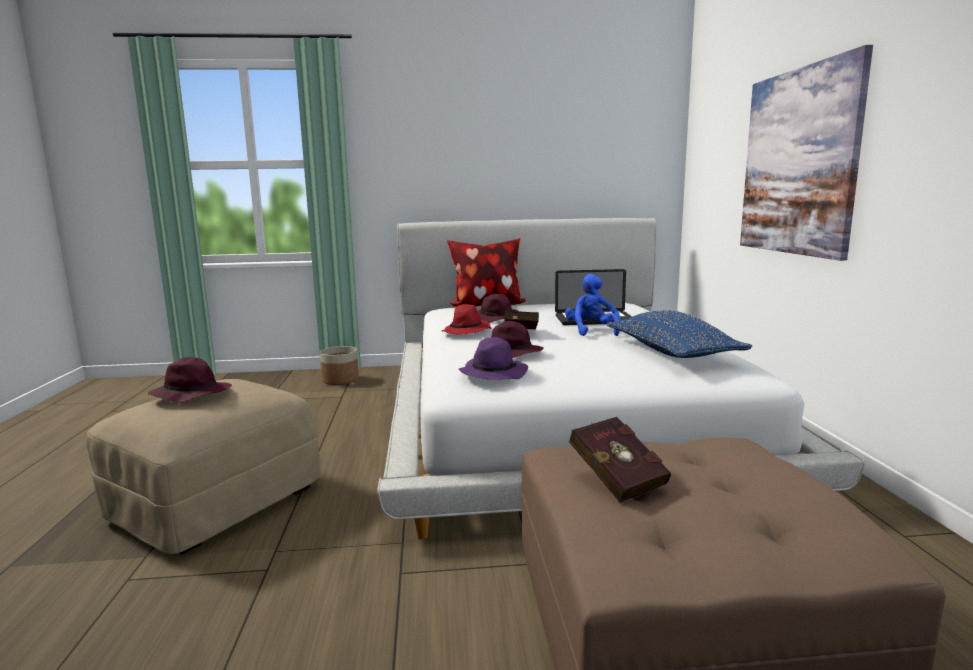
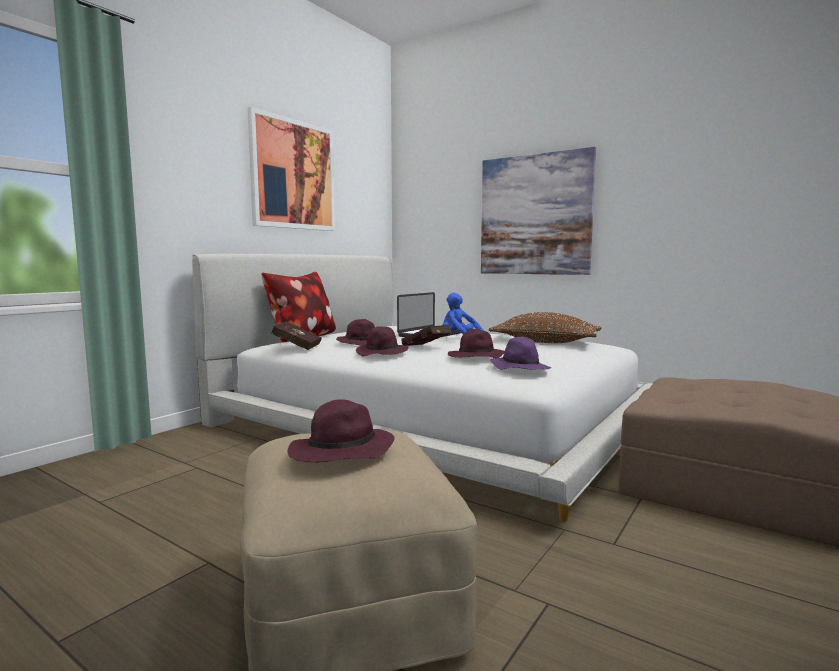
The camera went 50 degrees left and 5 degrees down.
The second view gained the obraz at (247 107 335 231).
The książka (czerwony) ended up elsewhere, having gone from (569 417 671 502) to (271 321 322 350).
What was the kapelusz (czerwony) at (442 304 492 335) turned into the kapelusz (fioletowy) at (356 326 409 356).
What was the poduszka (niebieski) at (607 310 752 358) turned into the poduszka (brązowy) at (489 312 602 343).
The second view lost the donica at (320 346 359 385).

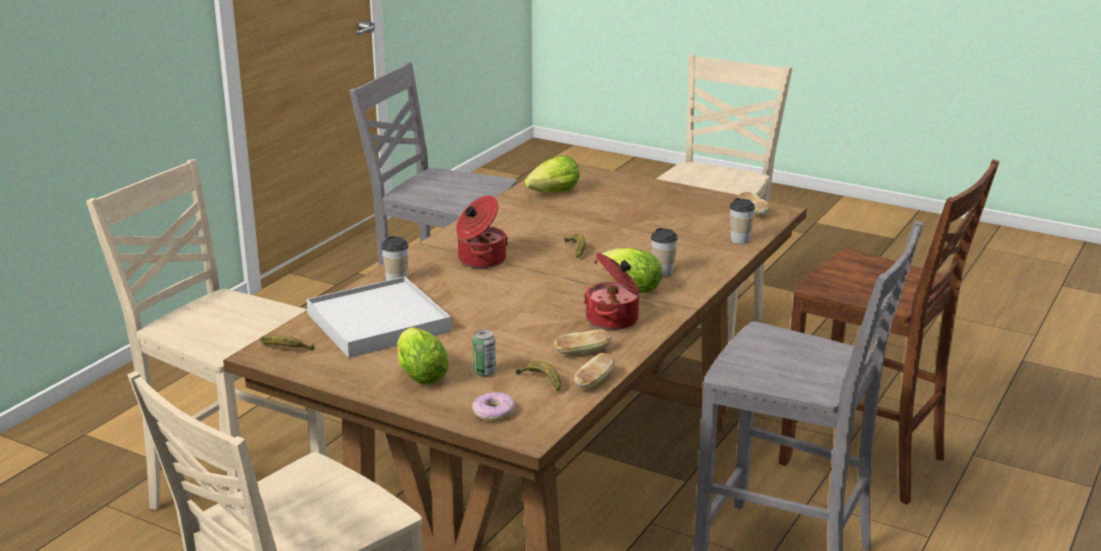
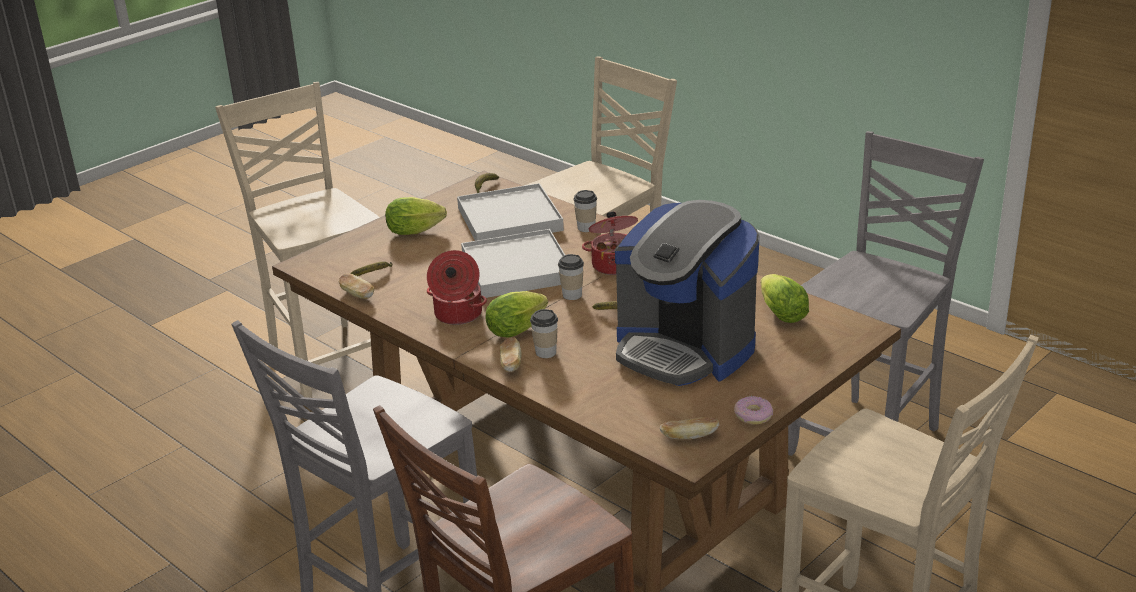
The camera went 105 degrees right and 5 degrees up.
The second view gained the taca (biały) at (461 229 565 298).
The chleb ended up elsewhere, having gone from (554 329 612 355) to (500 337 522 372).
The filiżanka ended up elsewhere, having gone from (729 198 755 244) to (558 254 584 300).
The second view gained the ekspres do kawy at (615 200 759 386).
The donut ended up elsewhere, having gone from (472 392 515 421) to (734 396 773 424).
The second view lost the puszka at (472 330 496 377).

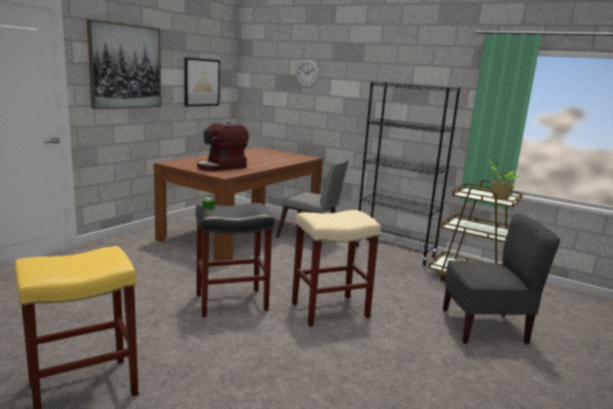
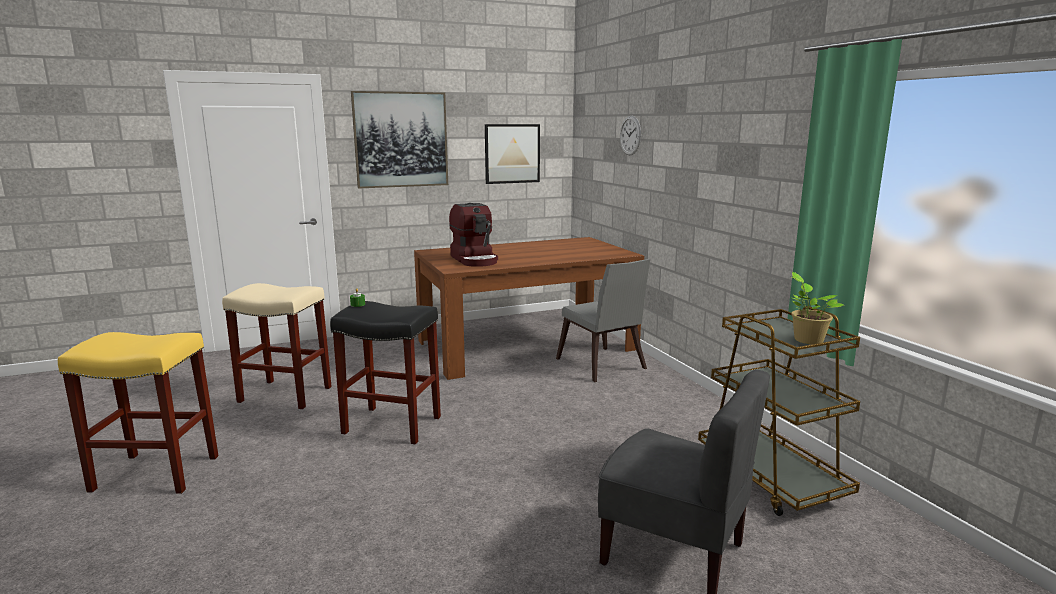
The camera went 35 degrees right and 0 degrees up.
The stołek (beżowy) ended up elsewhere, having gone from (292 210 381 327) to (222 283 332 409).
The ekspres do kawy at (197 123 249 171) ended up facing another way, 105 degrees counterclockwise from before.
The second view lost the regał (czarny) at (356 82 460 266).

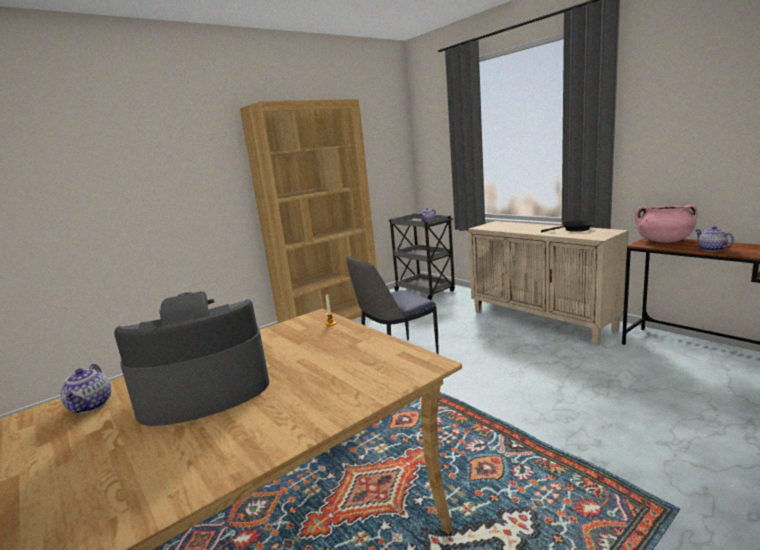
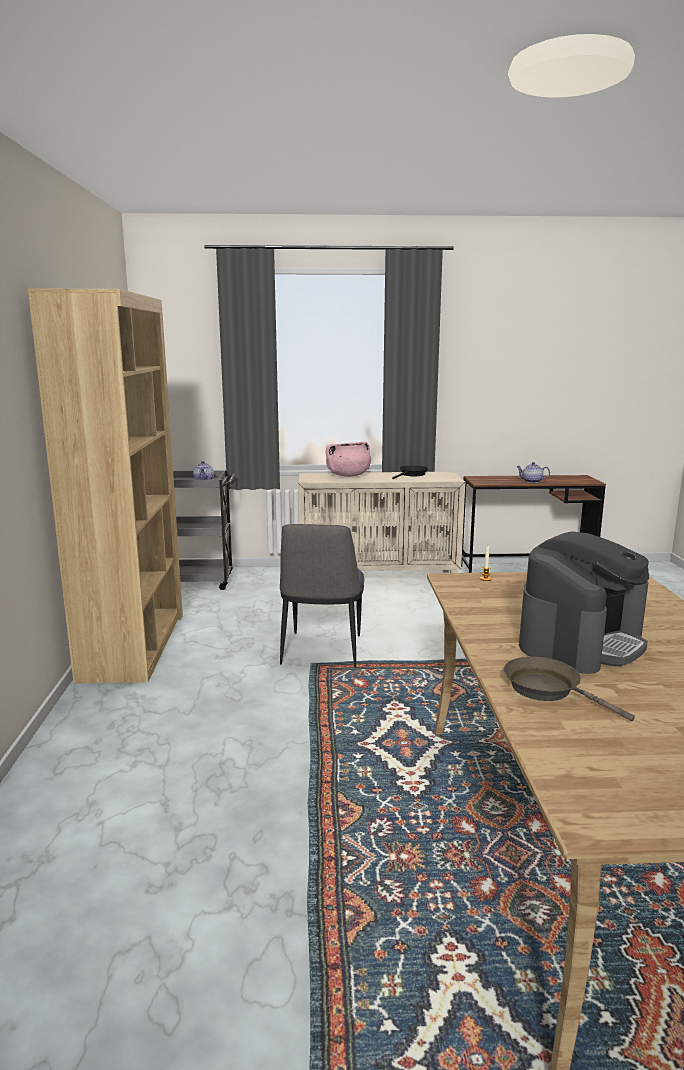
The camera went 55 degrees left and 0 degrees up.
The garnek (różowy) ended up elsewhere, having gone from (635 205 698 243) to (326 442 371 477).
Where the imbryk stood at (60 364 111 413), the patelnia (brązowy) came to stand at (504 657 635 721).
The ekspres do kawy at (114 291 269 426) ended up facing another way, 150 degrees counterclockwise from before.

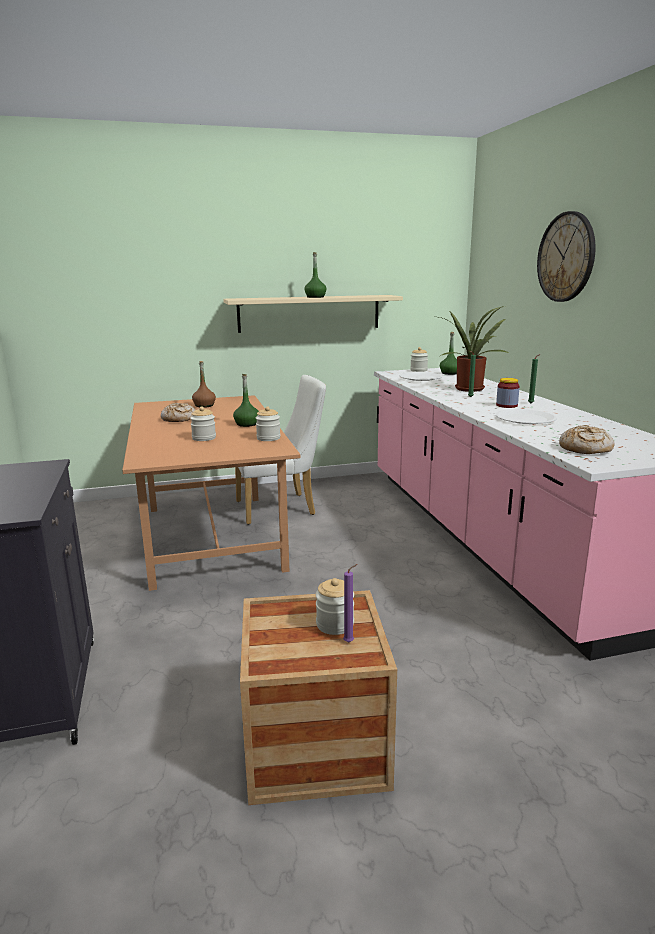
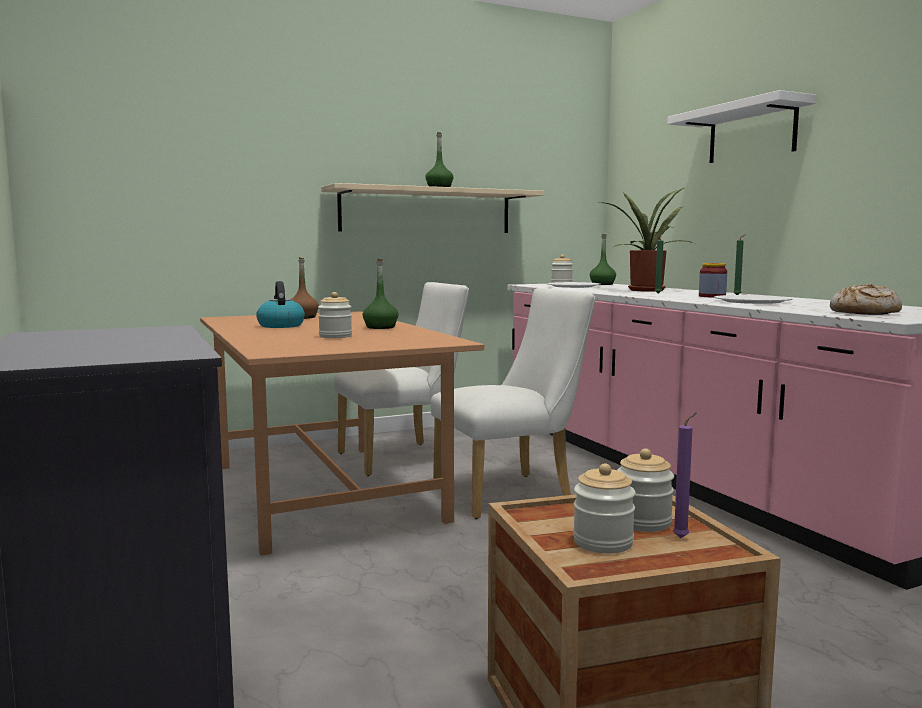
The camera went 10 degrees left and 10 degrees down.
Where the chleb stood at (161 403 195 422), the czajnik came to stand at (256 281 305 328).
The second view gained the krzesło (biały) at (431 288 595 519).
The słoik ended up elsewhere, having gone from (256 406 281 441) to (573 463 636 553).
Where the zegar ścienny hung at (537 211 596 302), the półka (biały) came to hang at (667 90 816 163).

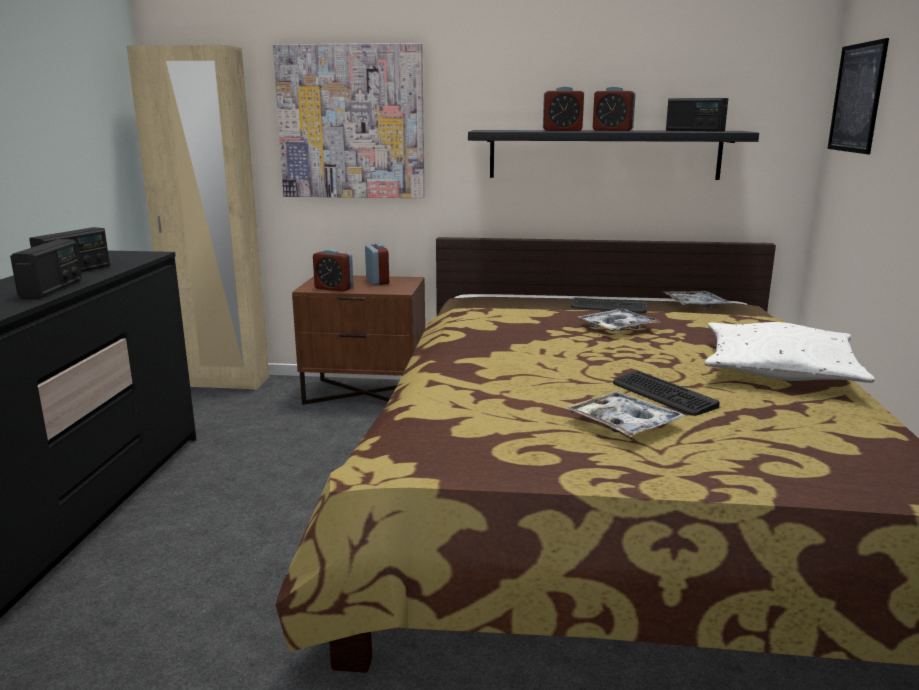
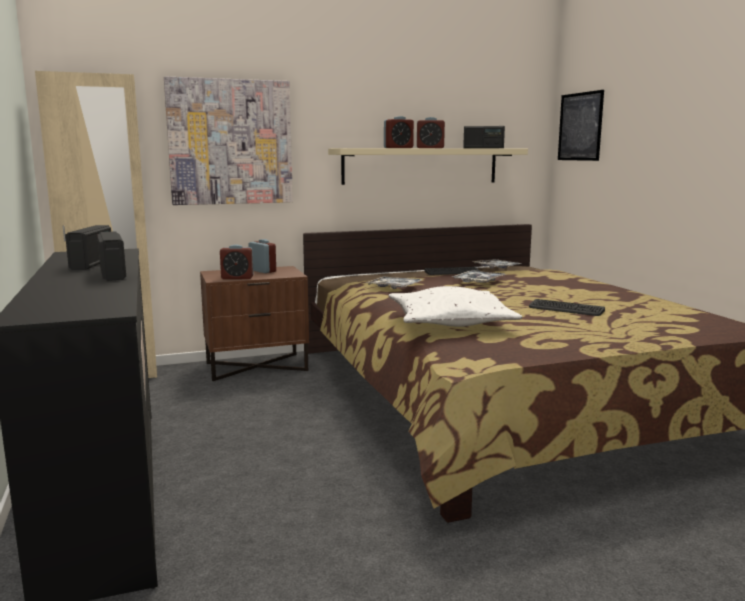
The camera went 25 degrees left and 5 degrees down.
What was the półka (czarny) at (468 130 759 180) turned into the półka (beżowy) at (328 148 528 185).
The taca ended up elsewhere, having gone from (564 391 686 437) to (365 277 422 289).
The poduszka (biały) ended up elsewhere, having gone from (705 322 875 383) to (389 286 522 327).

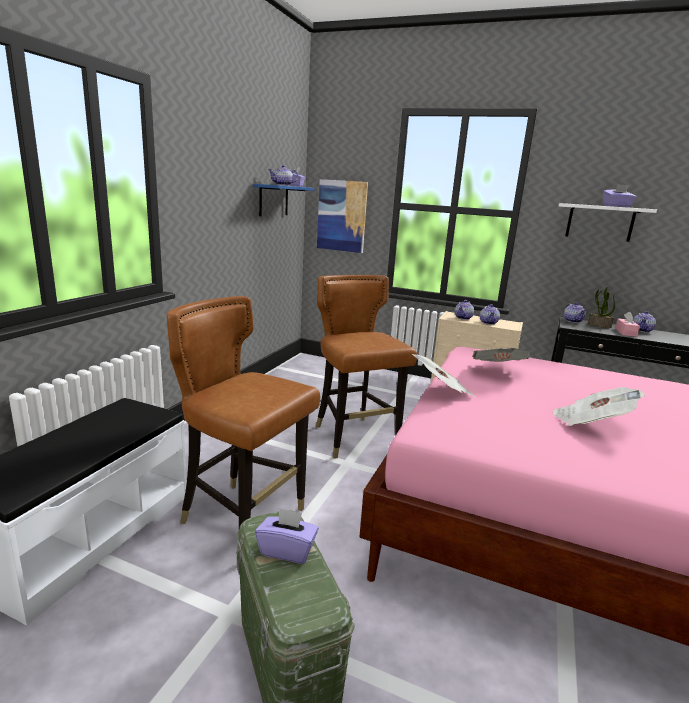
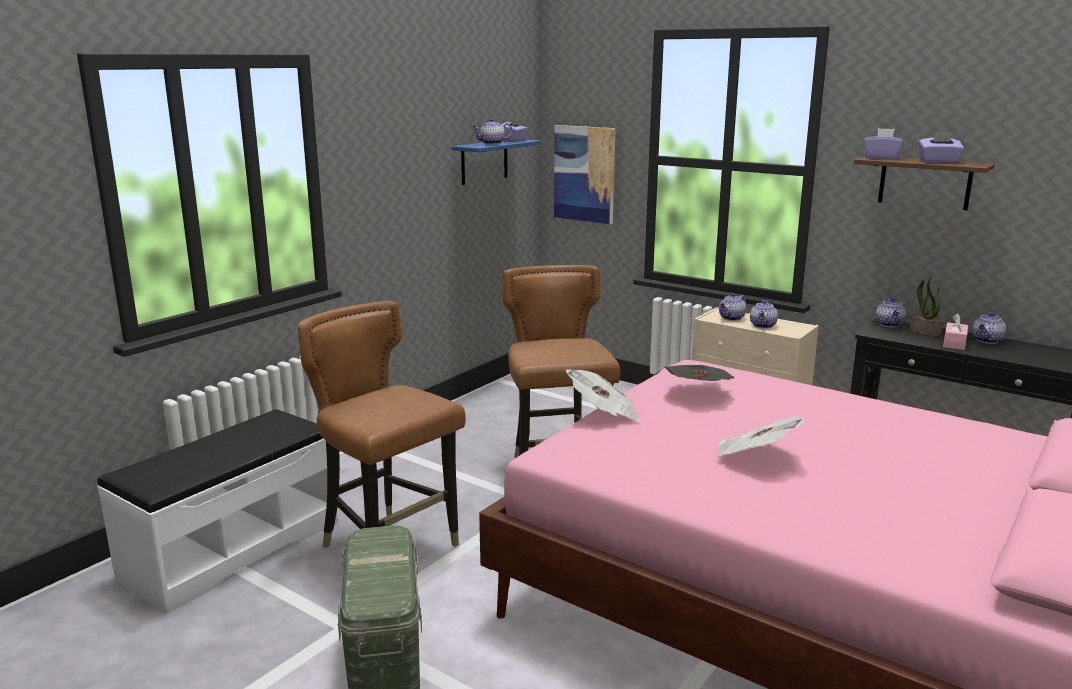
The camera went 15 degrees right and 0 degrees up.
What was the półka (biały) at (559 203 657 242) turned into the półka (brązowy) at (854 156 995 210).
The pudełko chusteczek (fioletowy) ended up elsewhere, having gone from (255 508 319 564) to (863 128 904 160).

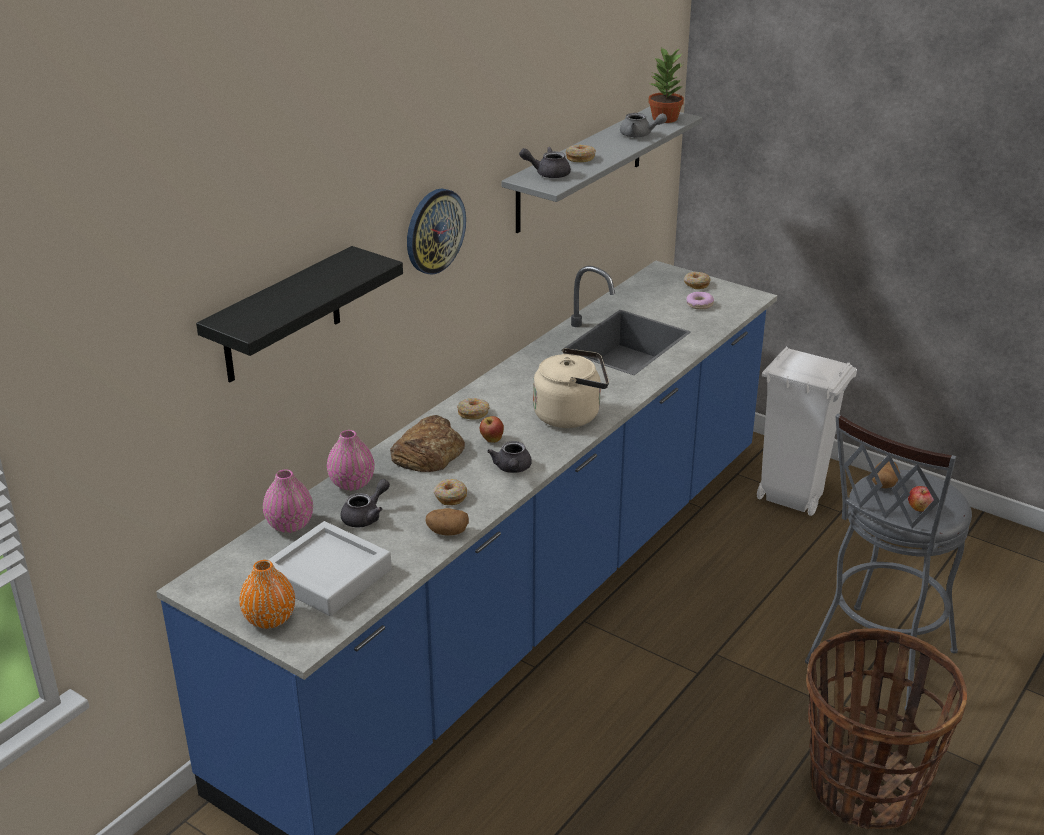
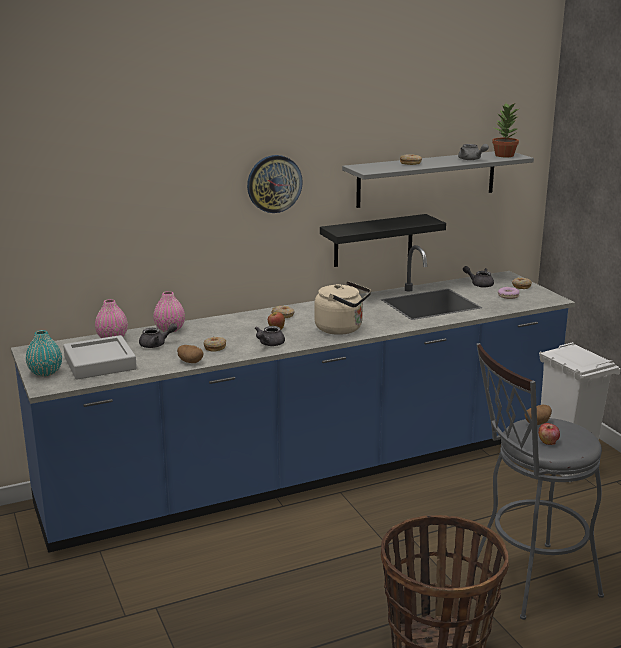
The camera went 30 degrees right and 10 degrees down.
What was the wazon (pomarańczowy) at (239 560 295 629) turned into the wazon (turkusowy) at (26 330 62 376).
The półka (czarny) ended up elsewhere, having gone from (196 246 403 382) to (320 214 446 267).
The imbryk (szary) ended up elsewhere, having gone from (519 147 571 178) to (463 266 494 288).
The second view lost the chleb at (390 415 465 472).

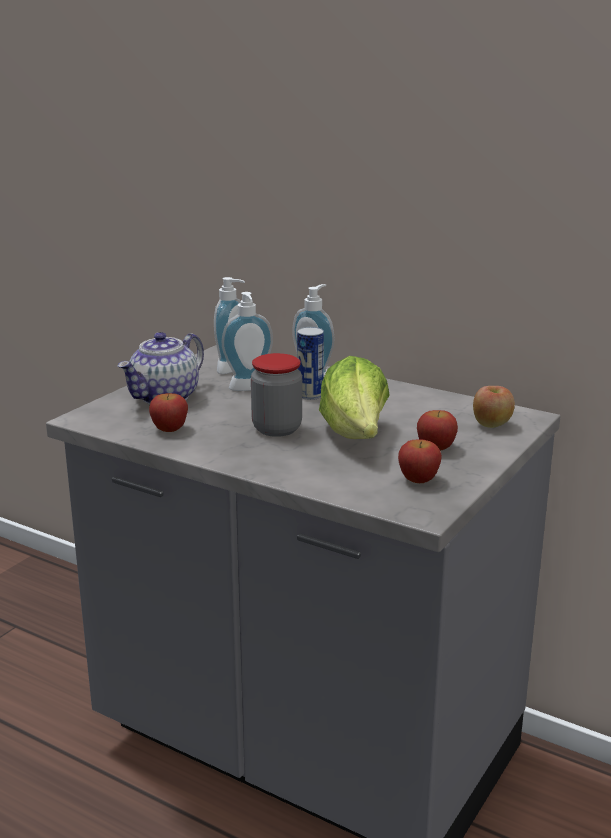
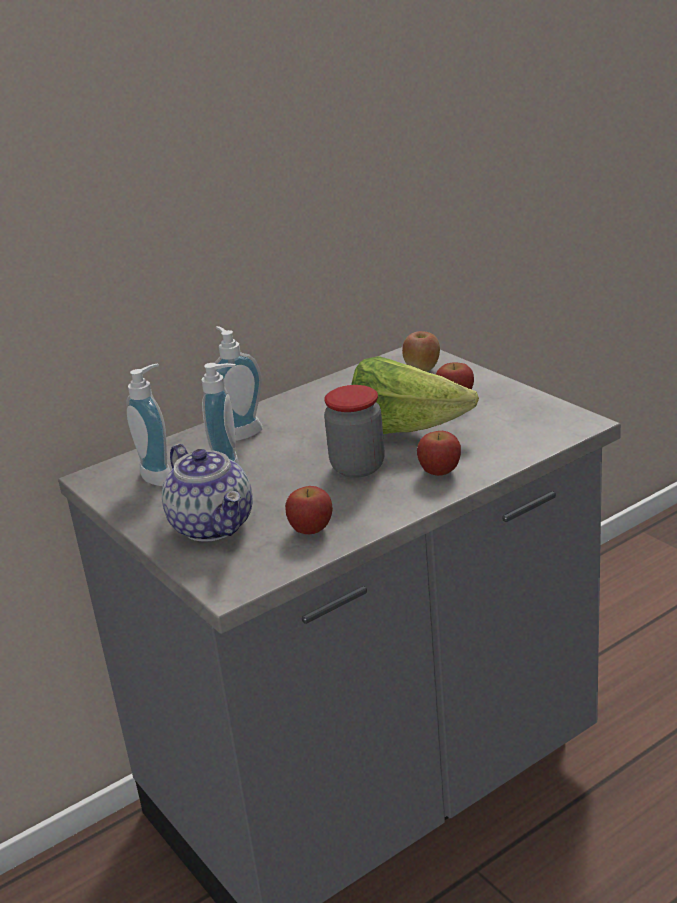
The camera went 65 degrees left and 5 degrees up.
The jabłko ended up elsewhere, having gone from (398 439 442 483) to (417 431 461 476).
The second view lost the puszka at (297 327 324 400).

